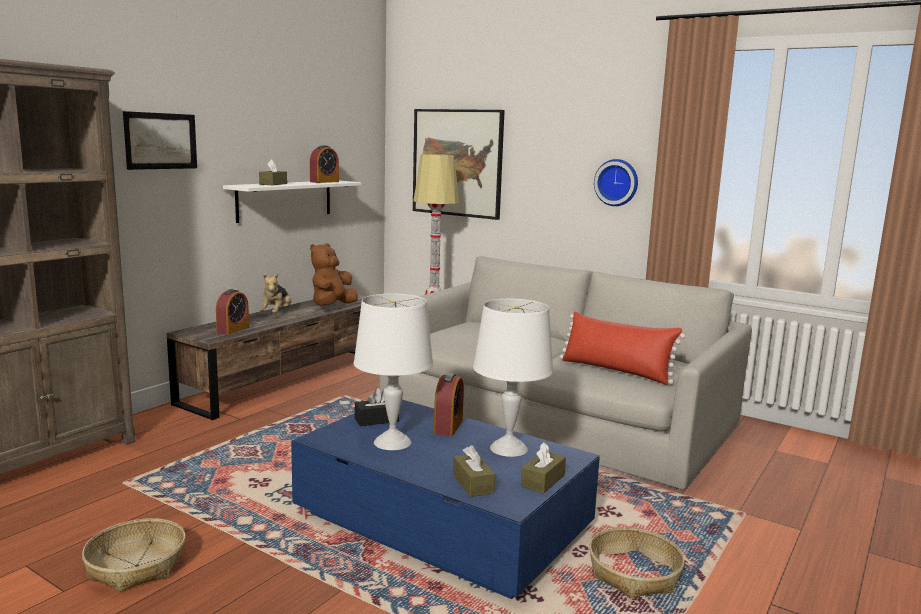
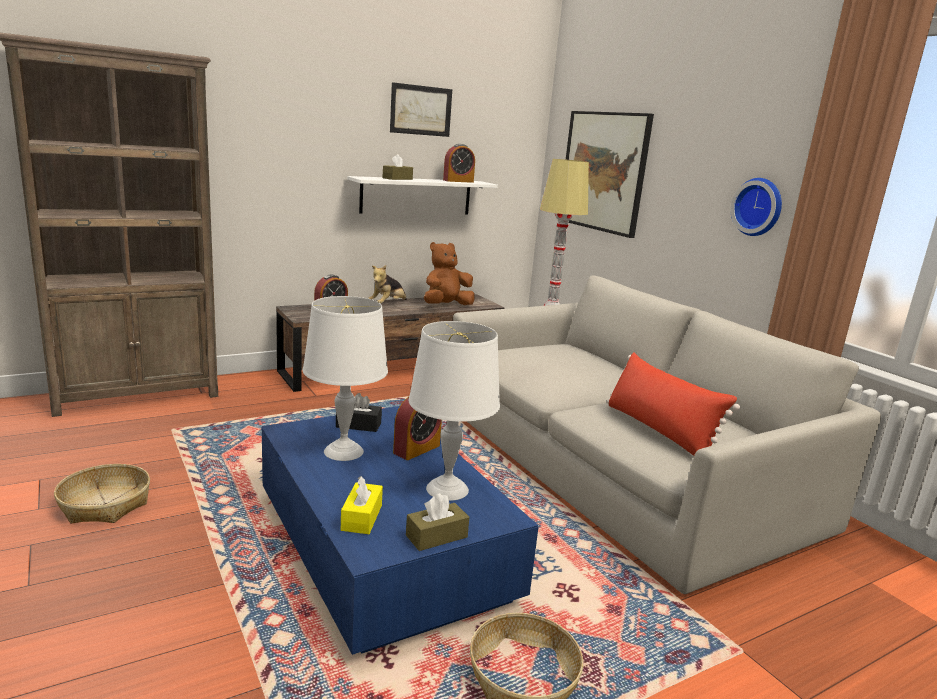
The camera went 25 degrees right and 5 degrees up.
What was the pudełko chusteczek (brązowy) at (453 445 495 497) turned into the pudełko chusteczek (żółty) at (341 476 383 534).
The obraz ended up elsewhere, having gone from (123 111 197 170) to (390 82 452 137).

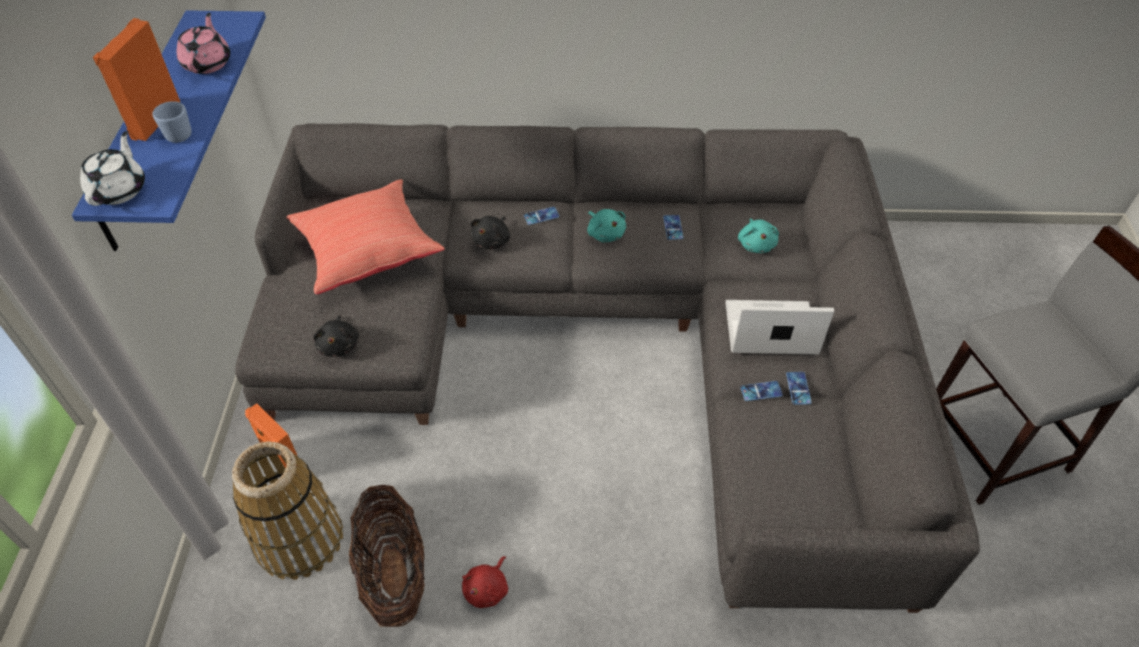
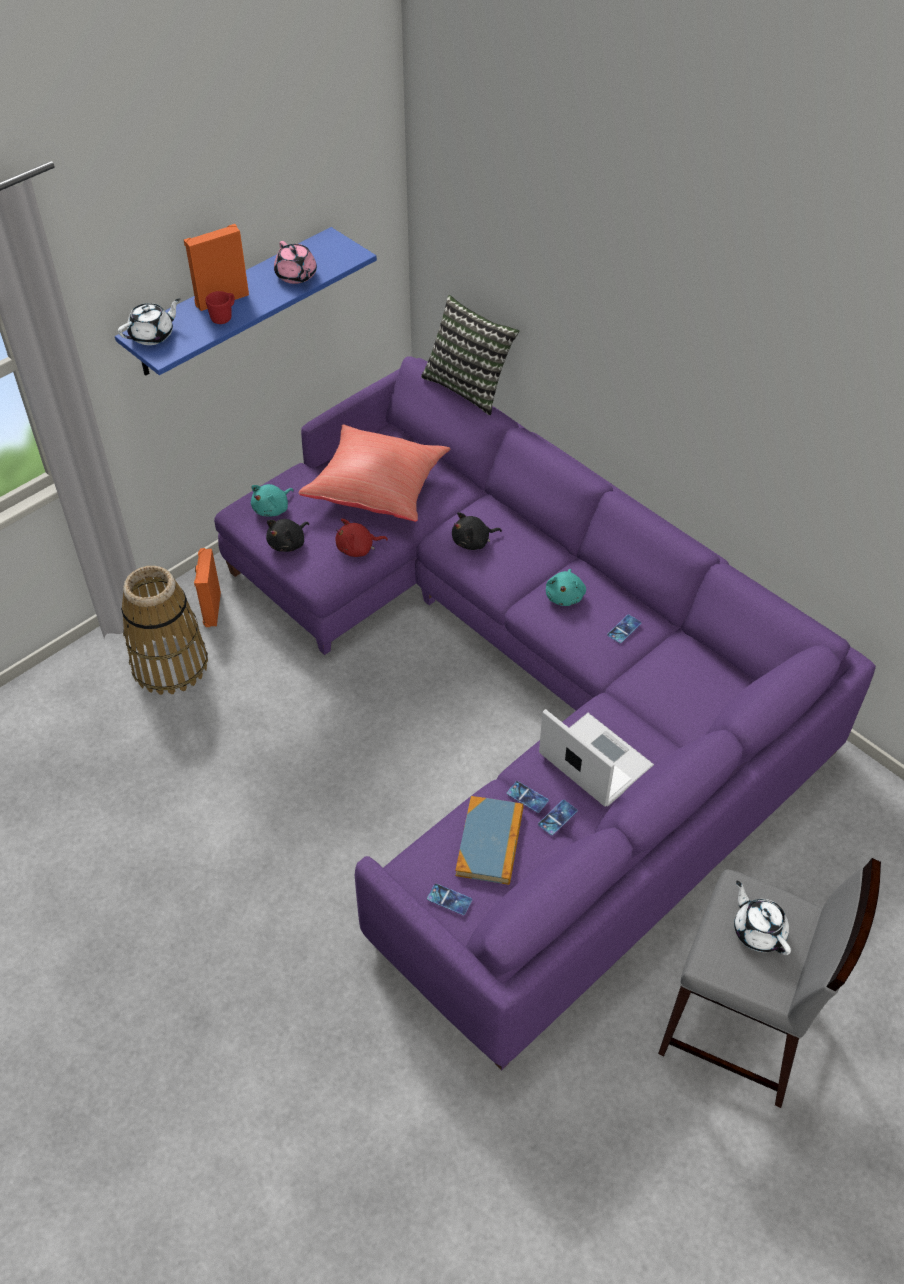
The camera went 45 degrees right and 0 degrees up.
What was the kubek (niebieski) at (152 101 191 143) turned into the kubek (czerwony) at (205 291 235 324).
What was the kanapa (szary) at (235 123 980 613) turned into the kanapa (fioletowy) at (214 357 876 1071).
The pluszak (turkusowy) ended up elsewhere, having gone from (738 218 779 253) to (251 484 294 516).
The imbryk (różowy) at (177 13 230 74) ended up facing another way, 105 degrees clockwise from before.
The pluszak (czerwony) ended up elsewhere, having gone from (462 556 508 608) to (335 519 388 557).
The second view gained the poduszka at (421 295 519 415).
The telefon ended up elsewhere, having gone from (524 207 559 225) to (427 884 472 915).
The second view gained the książka at (455 796 524 885).
The second view gained the imbryk (biały) at (734 880 791 955).
The second view lost the koszyk at (349 485 424 627).

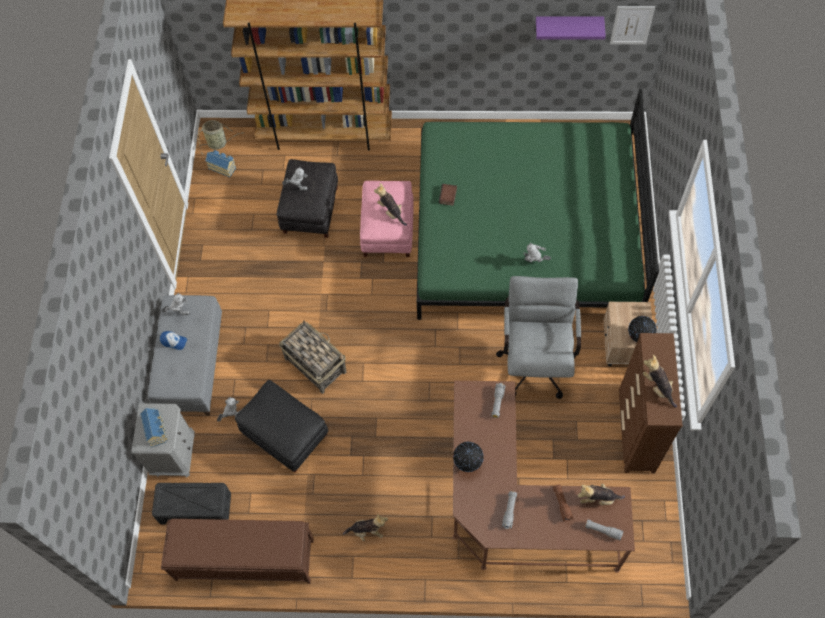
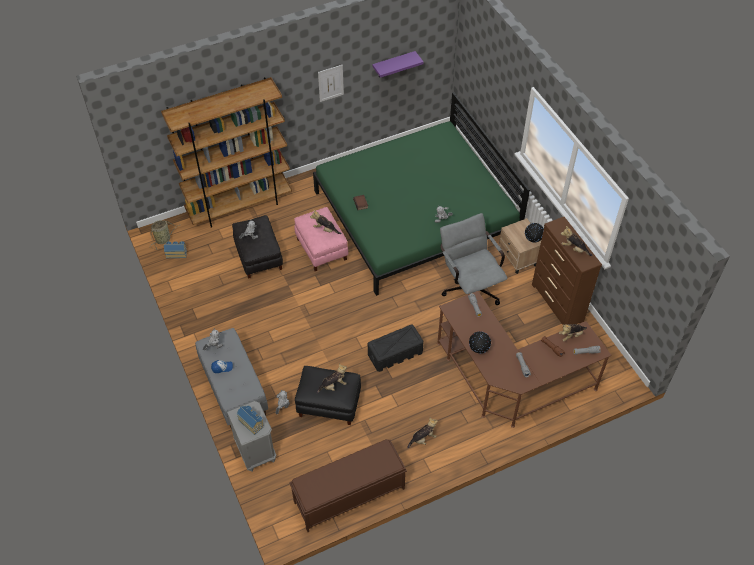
The camera went 30 degrees left and 10 degrees down.
The second view gained the pluszak at (317 363 347 394).
The obraz ended up elsewhere, having gone from (610 6 655 44) to (318 65 344 102).
The pojemnik do przechowywania (czarny) ended up elsewhere, having gone from (152 483 231 524) to (368 325 423 372).
The second view lost the koszyk at (279 320 346 394).

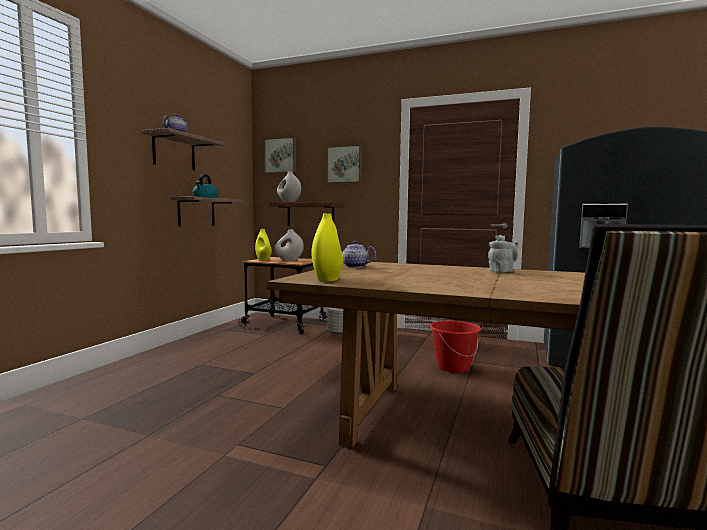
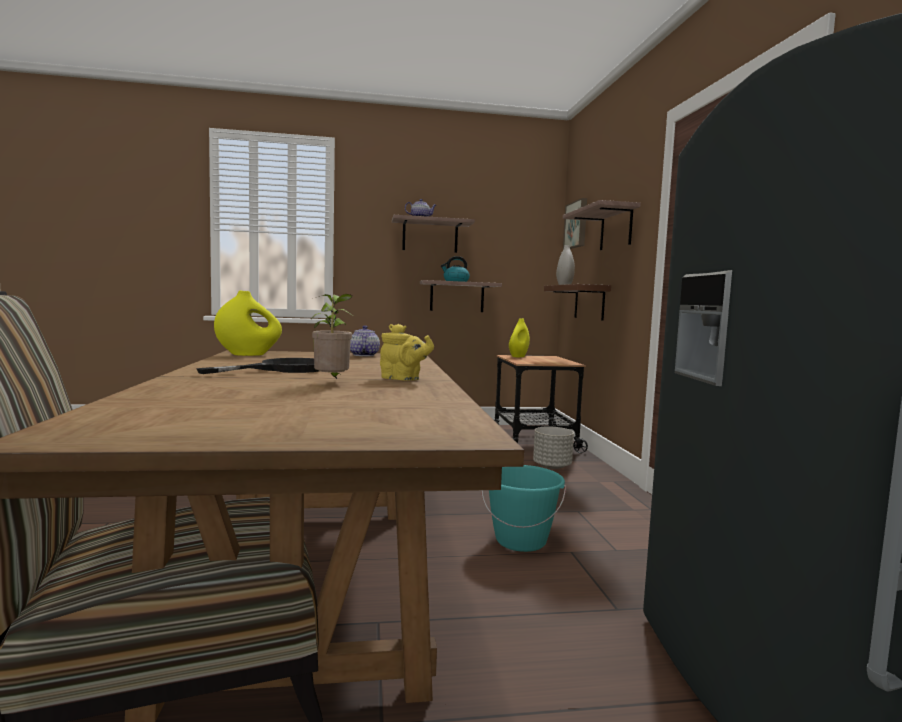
The camera went 60 degrees right and 0 degrees up.
The second view gained the patelnia (czarny) at (196 358 319 374).
The second view gained the roślina doniczkowa at (311 294 352 379).
What was the imbryk (szary) at (488 235 519 272) turned into the imbryk (żółty) at (380 324 434 381).
What was the wiadro (czerwony) at (430 321 481 373) turned into the wiadro (turkusowy) at (482 465 566 552).
Where the obraz hung at (326 145 362 183), the półka came to hang at (563 200 641 250).
The second view lost the wazon (biały) at (274 229 304 261).

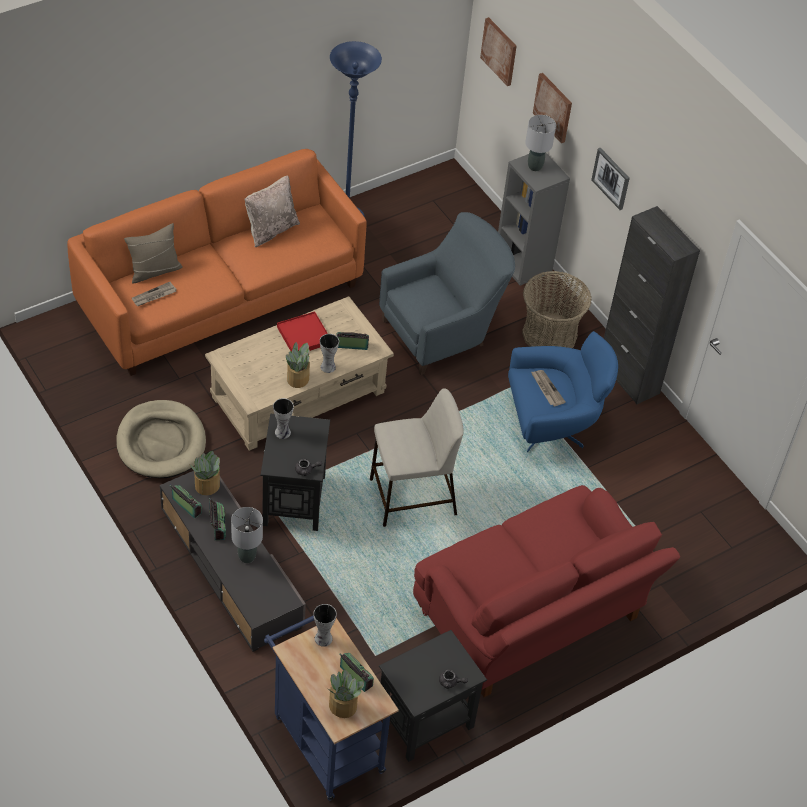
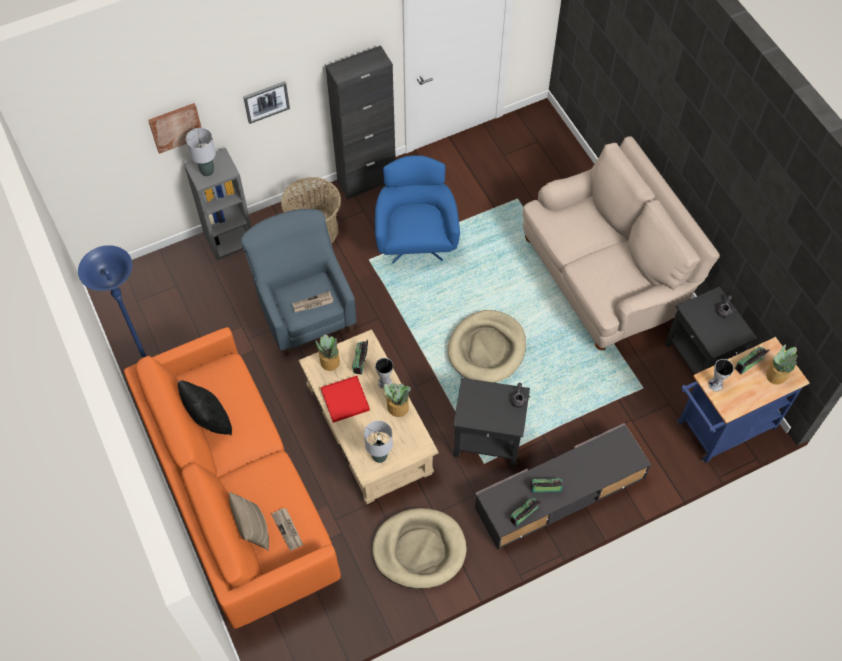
The camera went 80 degrees left and 10 degrees up.
What was the poduszka (beżowy) at (244 175 300 247) turned into the poduszka (czarny) at (178 381 232 435).
The gazeta ended up elsewhere, having gone from (531 370 565 406) to (293 291 334 313).
The roślina doniczkowa ended up elsewhere, having gone from (189 451 220 495) to (315 334 340 371).
The lampa stołowa (szary) ended up elsewhere, having gone from (231 507 263 563) to (364 421 393 463).
Where the stołek (beżowy) stood at (370 389 463 527), the legowisko (beżowy) came to stand at (448 310 526 383).
What was the kanapa (czerwony) at (413 485 680 697) turned into the kanapa (beżowy) at (523 136 720 351).
The second view lost the wazon at (273 398 294 439).
The second view lost the obraz at (480 17 517 86).

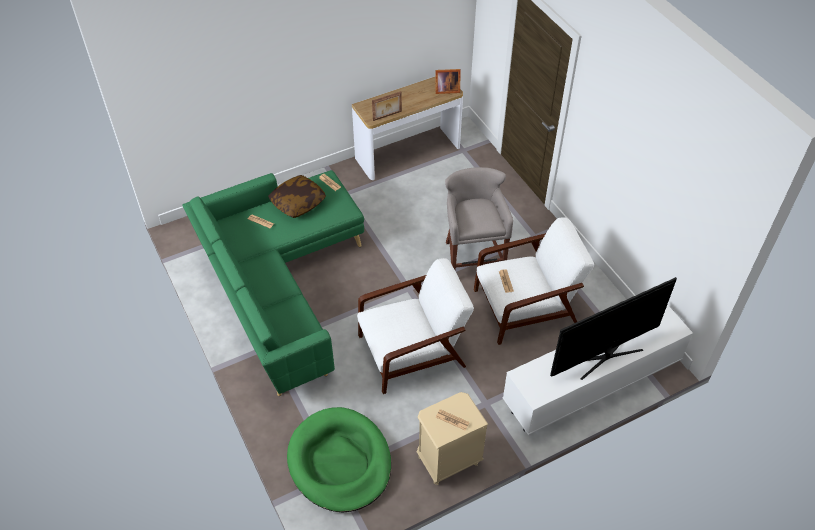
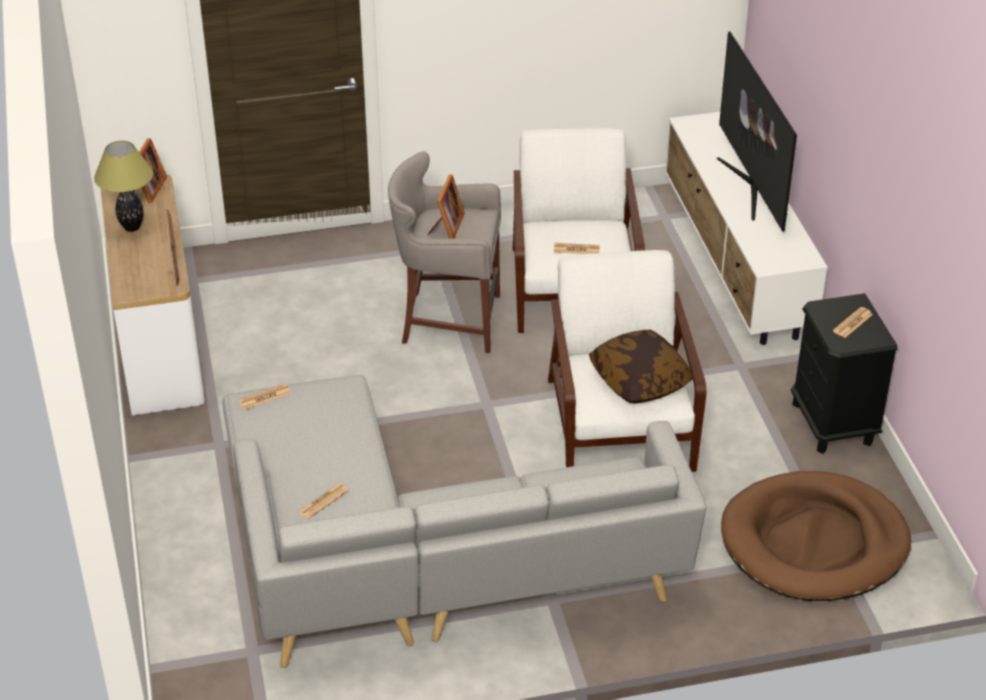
The camera went 75 degrees left and 10 degrees down.
The second view gained the lampa stołowa at (94 141 153 232).
What was the kanapa (zielony) at (182 170 364 396) turned into the kanapa (szary) at (222 375 706 668).
The second view gained the ramka na zdjęcie at (428 175 465 239).
The poduszka ended up elsewhere, having gone from (268 175 326 218) to (589 330 693 403).
What was the legowisko (zielony) at (287 407 391 512) turned into the legowisko (brązowy) at (721 471 911 601).
What was the szafka nocna (beżowy) at (417 392 489 485) turned into the szafka nocna (czarny) at (791 293 898 454).

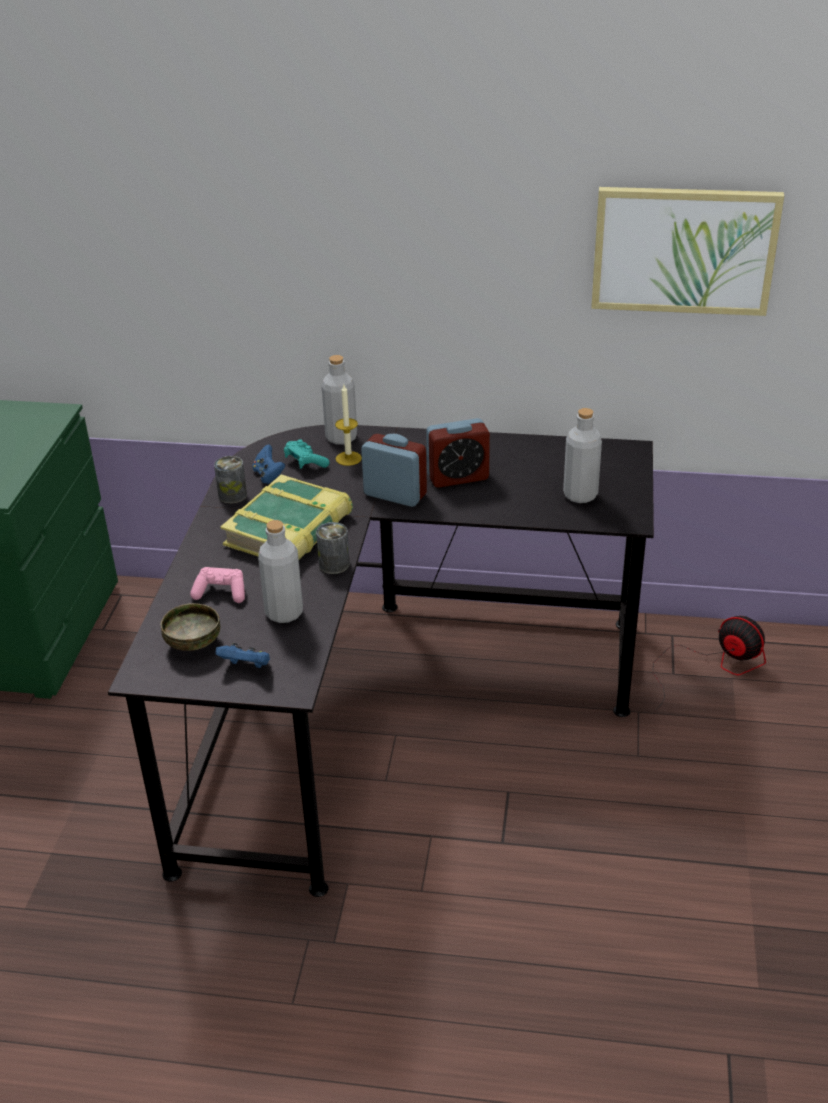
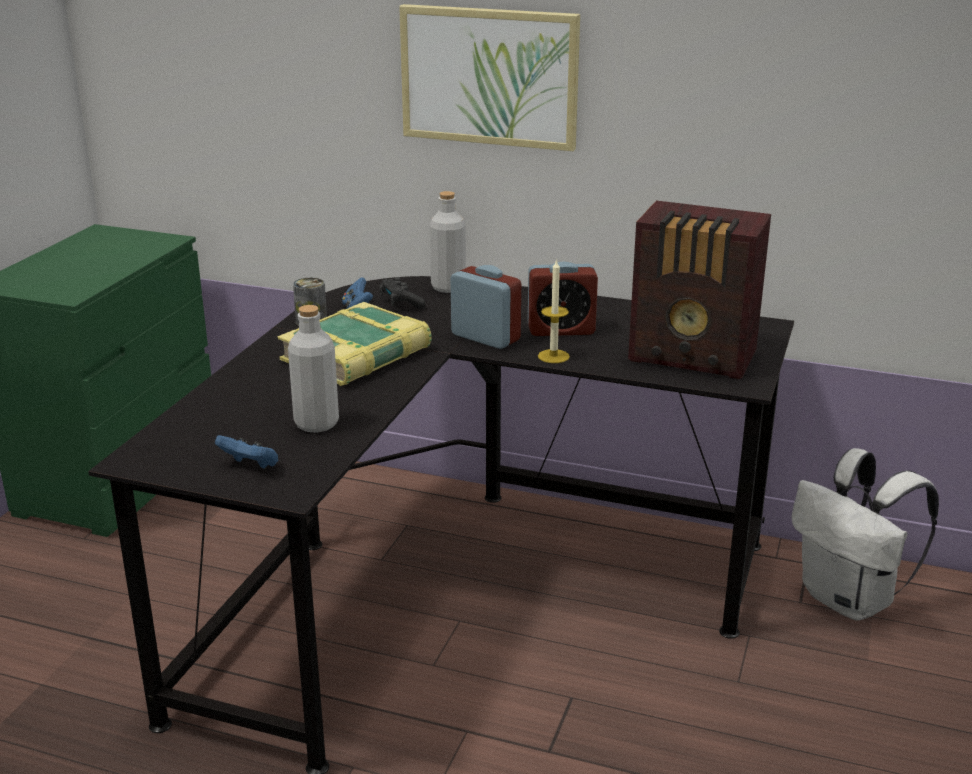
The camera went 10 degrees right and 10 degrees down.
What was the pad do gier (turkusowy) at (284 439 329 469) turned into the pad do gier (czarny) at (379 277 425 309).
The obraz ended up elsewhere, having gone from (591 187 784 316) to (399 4 580 151).
The świeca ended up elsewhere, having gone from (335 385 362 466) to (538 259 570 363).
Where the butelka (szary) stood at (563 408 602 503), the radio came to stand at (628 201 771 379).
Where the wentylator stood at (653 616 766 711), the plecak (biały) came to stand at (791 448 939 621).
The second view lost the miska at (160 603 220 651).
The second view lost the pad do gier (różowy) at (190 567 245 603).
The second view lost the puszka at (316 522 350 574).

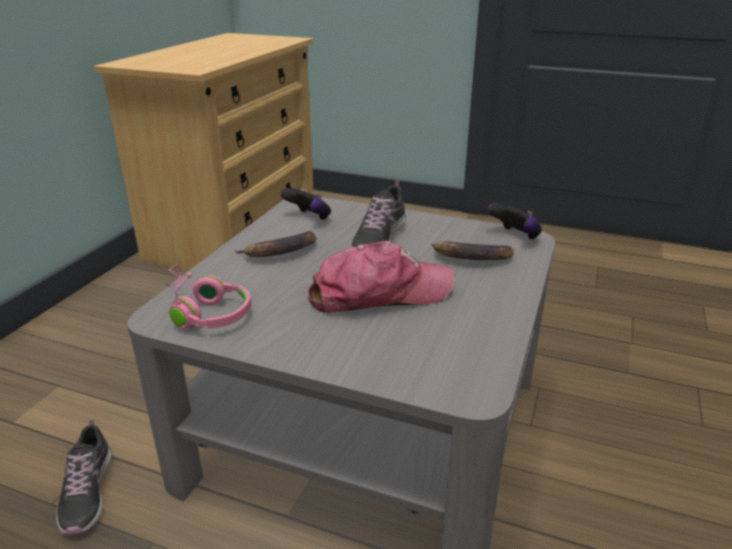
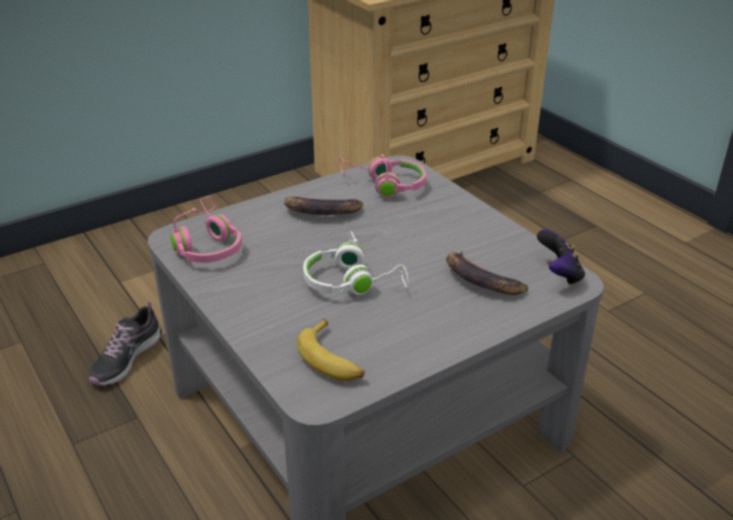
The camera went 35 degrees right and 5 degrees up.
The second view gained the banan at (297 319 365 381).
Where the czapka z daszkiem stood at (308 240 455 313), the słuchawki (biały) came to stand at (303 231 408 295).
Where the pad do gier stood at (280 188 331 221), the słuchawki (różowy) came to stand at (340 154 426 198).
The second view lost the but at (350 180 406 248).

